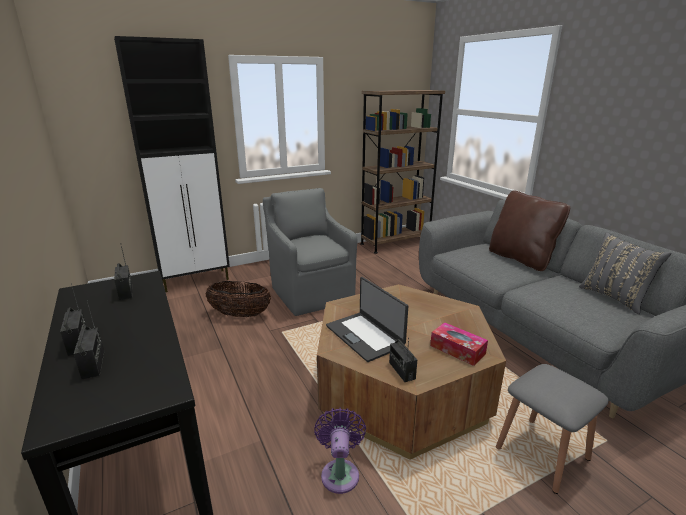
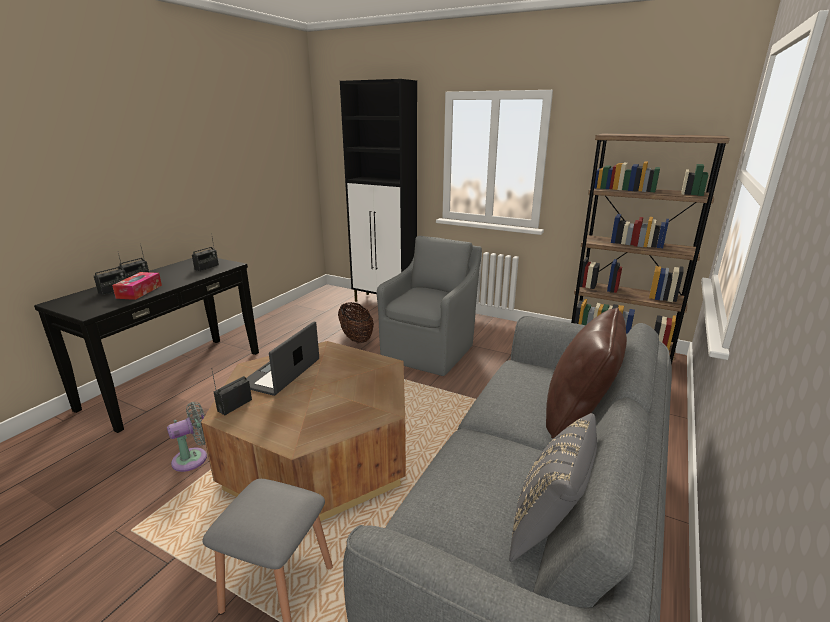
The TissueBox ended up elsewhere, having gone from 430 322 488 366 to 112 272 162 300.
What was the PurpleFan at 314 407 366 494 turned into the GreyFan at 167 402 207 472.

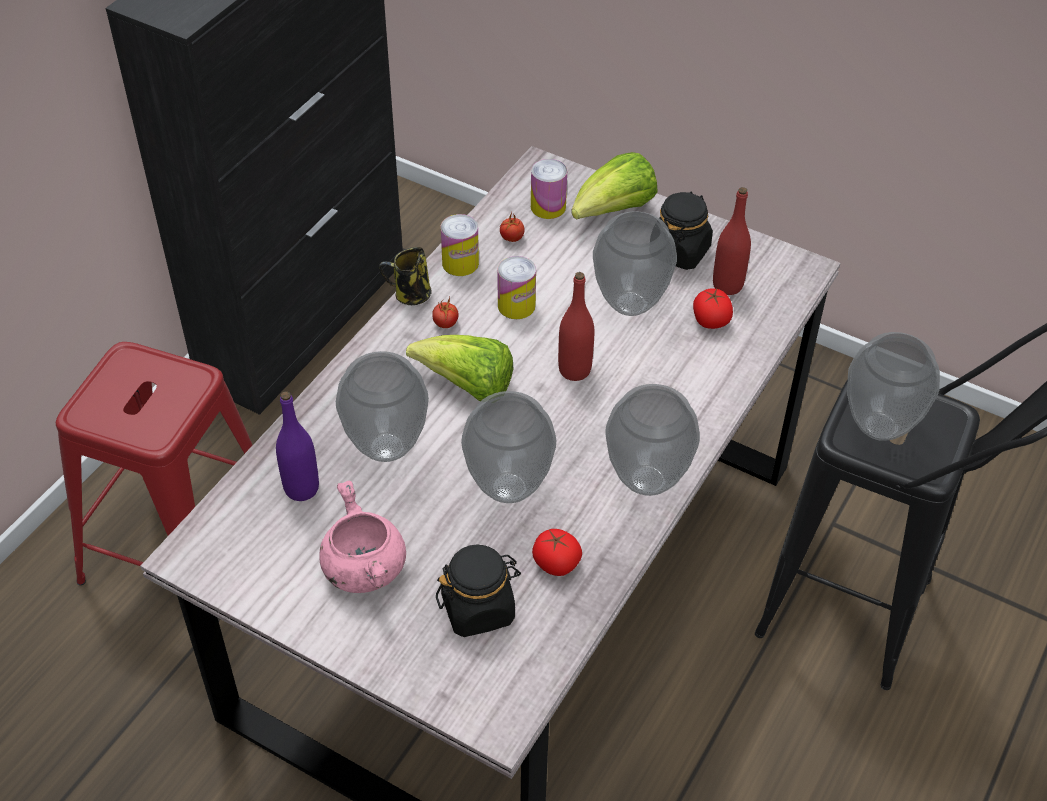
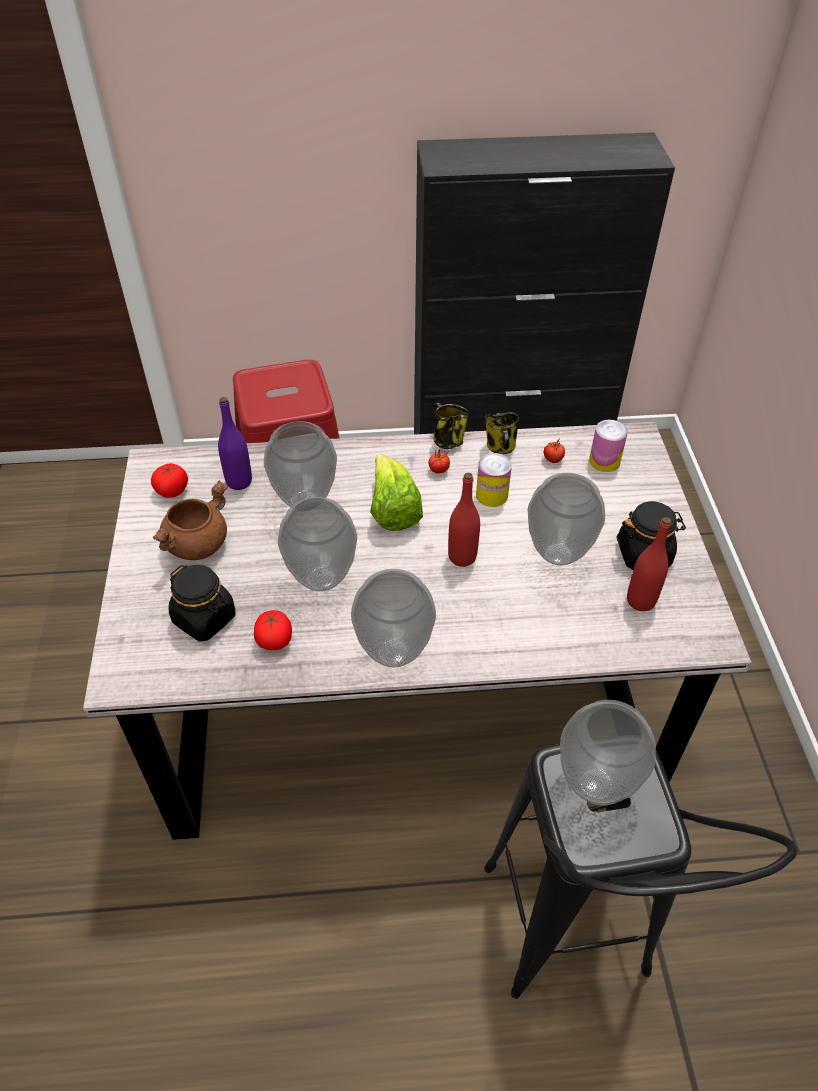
The second view lost the Lettuce at 571 152 658 220.
The Tomato ended up elsewhere, having gone from 693 288 733 329 to 151 463 188 498.
Where the Can stood at 441 214 479 276, the Mug came to stand at 485 412 519 454.
What was the PinkCookingPot at 319 481 406 593 turned into the BrownCookingPot at 153 481 228 560.

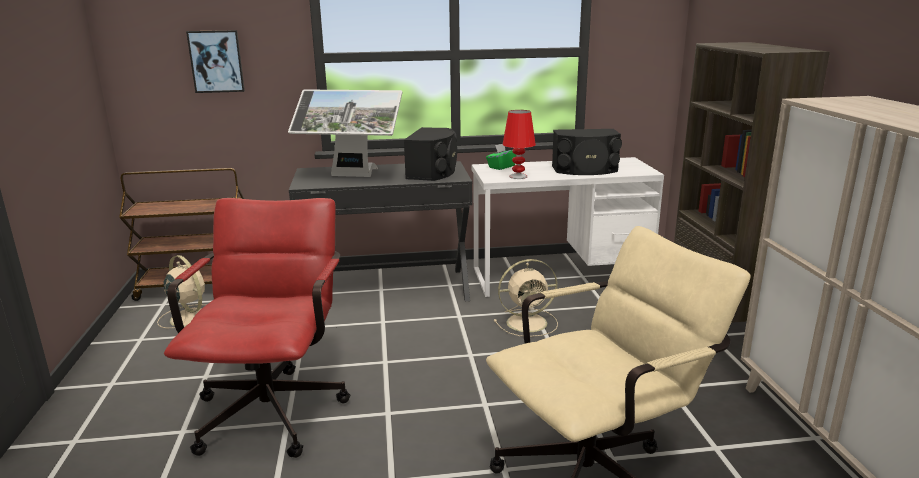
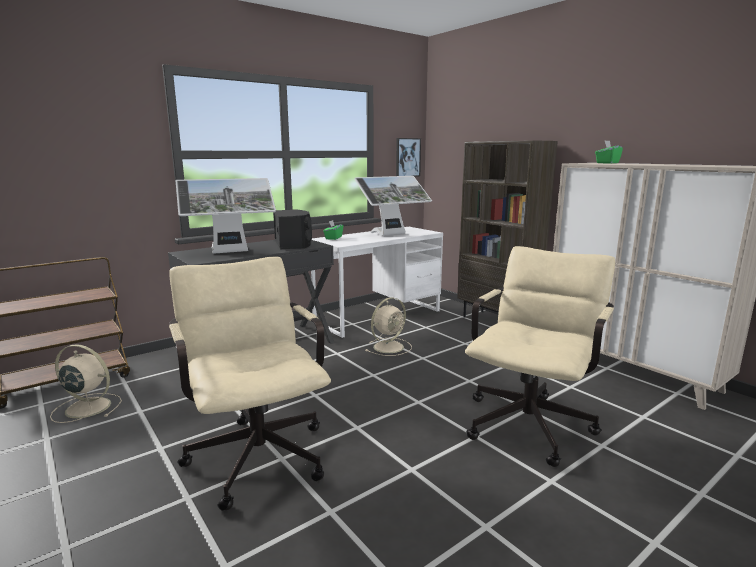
The second view lost the RedTableLamp at 503 110 536 179.
The second view gained the GreenTissueBox at 595 140 623 164.
The Picture ended up elsewhere, having gone from 186 30 245 93 to 396 138 421 177.
Where the BlackSpeaker stood at 552 129 622 175, the Monitor came to stand at 354 176 432 236.
What was the RedOfficeChair at 164 198 350 458 turned into the BeigeOfficeChair at 169 257 331 511.

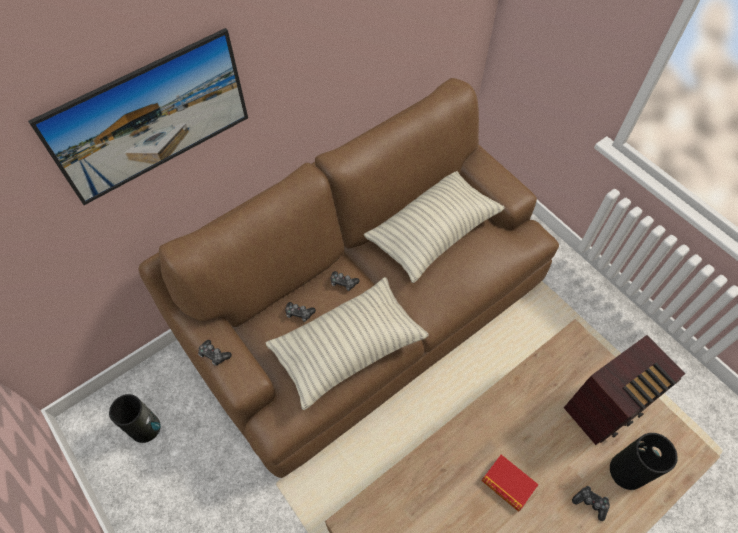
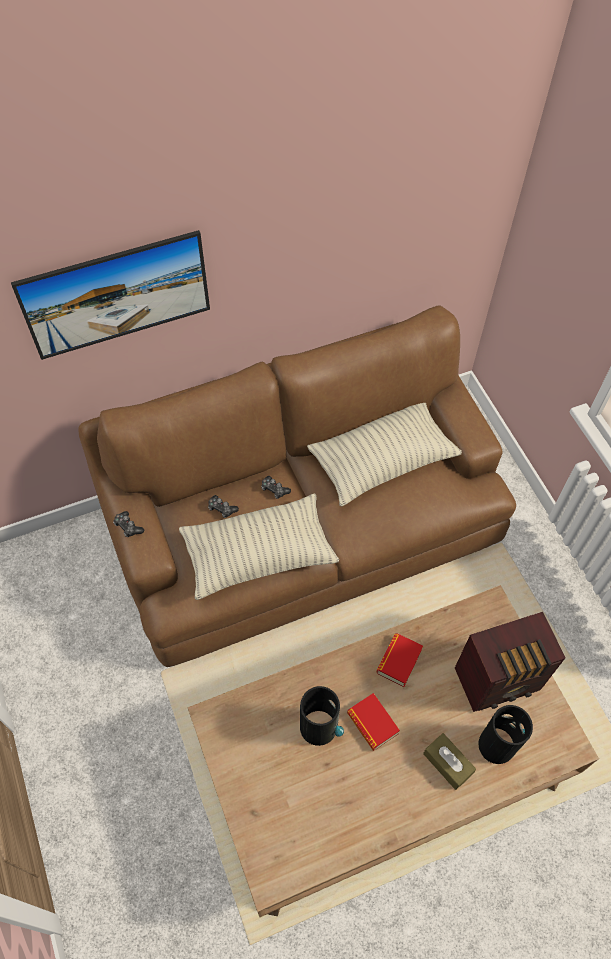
The second view gained the Book at 376 633 423 687.
The Vase ended up elsewhere, having gone from 109 394 161 443 to 300 686 344 746.
Where the GameController stood at 572 486 610 521, the BrownTissueBox came to stand at 423 733 476 790.

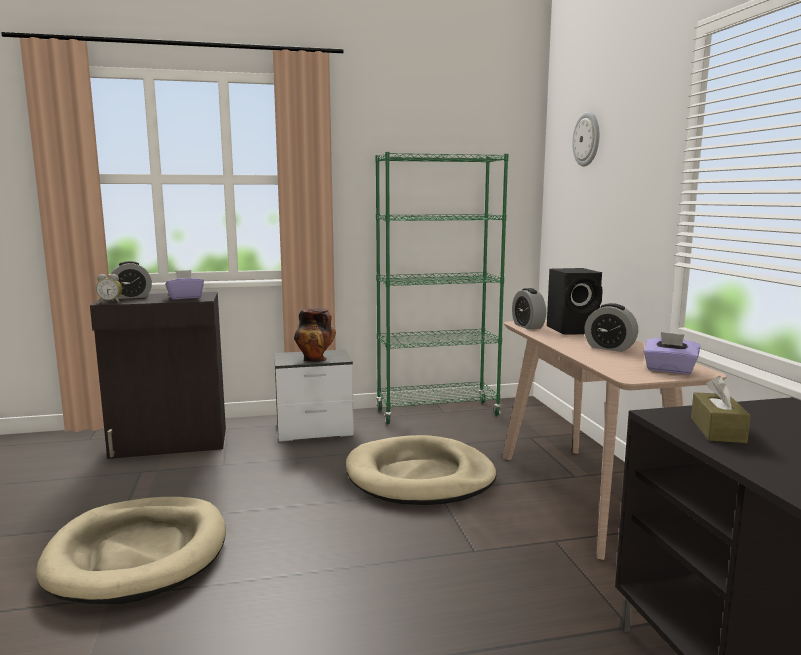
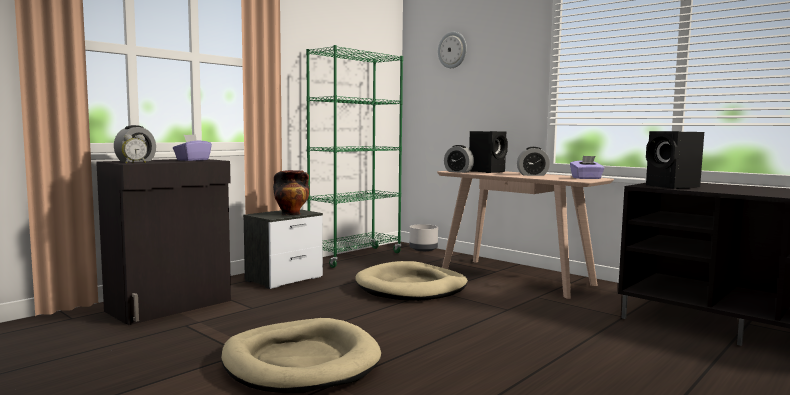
The second view gained the GreyPlanter at 409 224 438 251.
Where the BrownTissueBox stood at 691 376 751 443, the BlackSpeaker came to stand at 646 131 704 189.

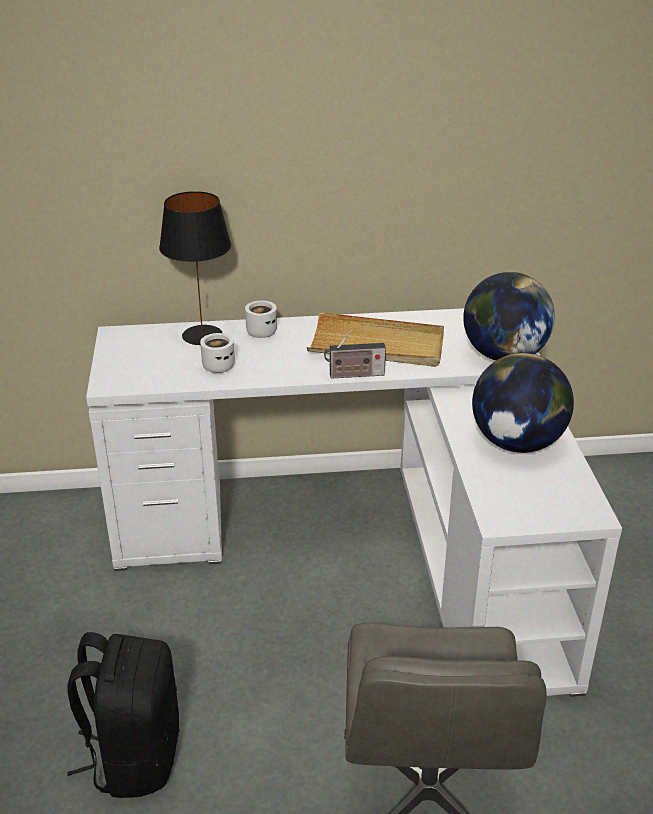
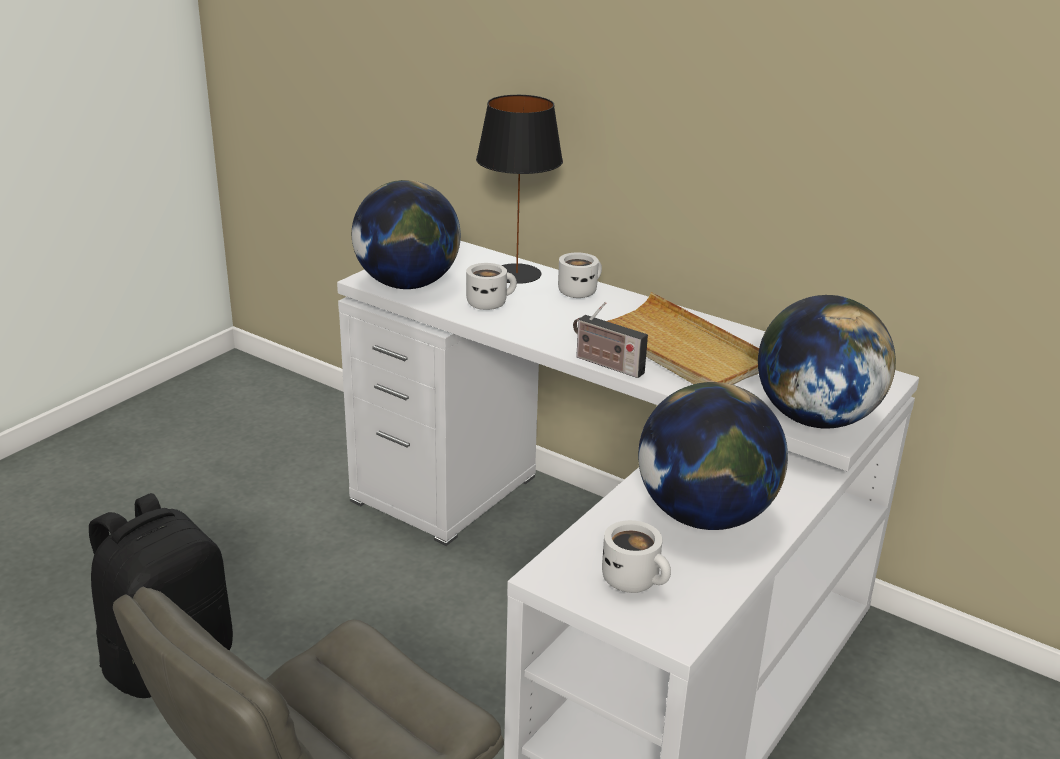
The second view gained the Globe at 352 180 461 289.
The second view gained the WhiteMug at 602 520 671 593.

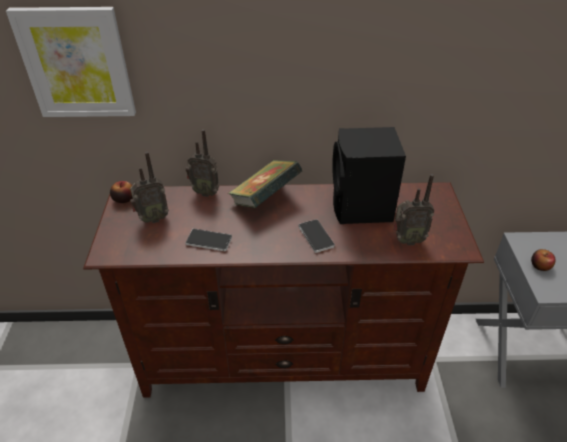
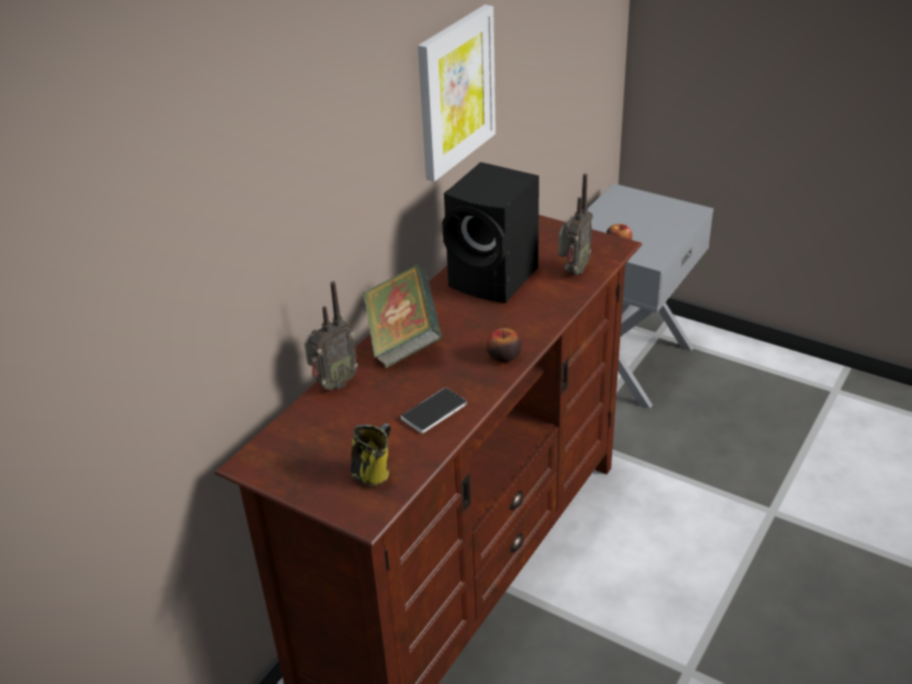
The second view lost the Radio at 130 152 169 223.
The second view lost the Phone at 298 219 335 253.
The second view gained the Mug at 350 423 391 487.
The Picture ended up elsewhere, having gone from 6 7 136 117 to 418 5 496 182.
The Apple ended up elsewhere, having gone from 110 181 133 203 to 486 328 521 363.

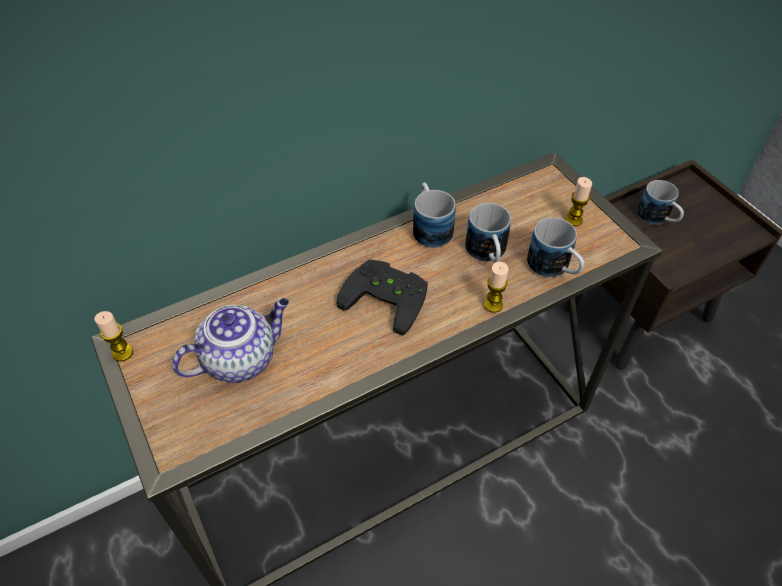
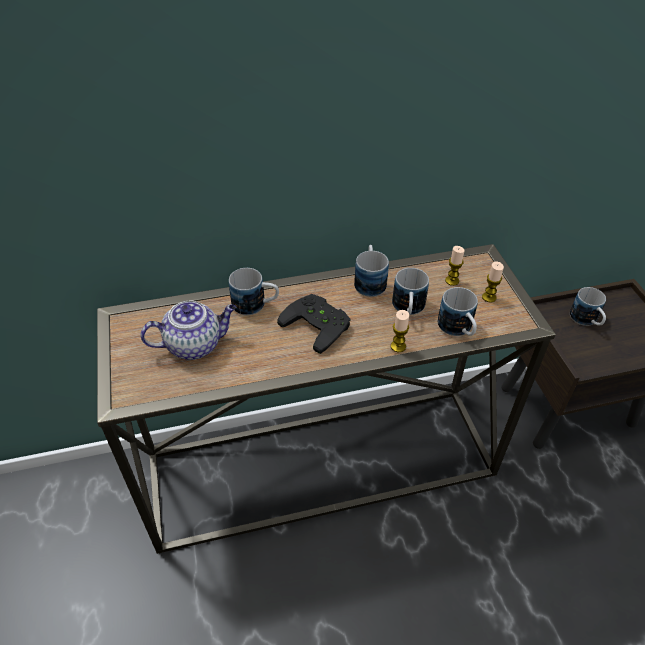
The second view gained the Mug at 229 268 279 315.
The Candle ended up elsewhere, having gone from 94 311 133 362 to 445 246 465 286.

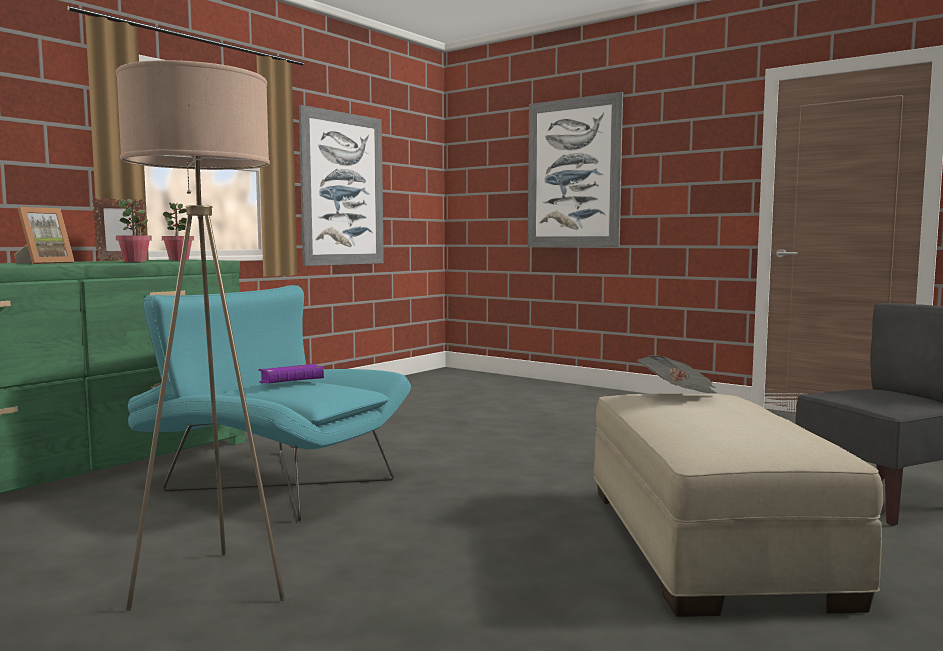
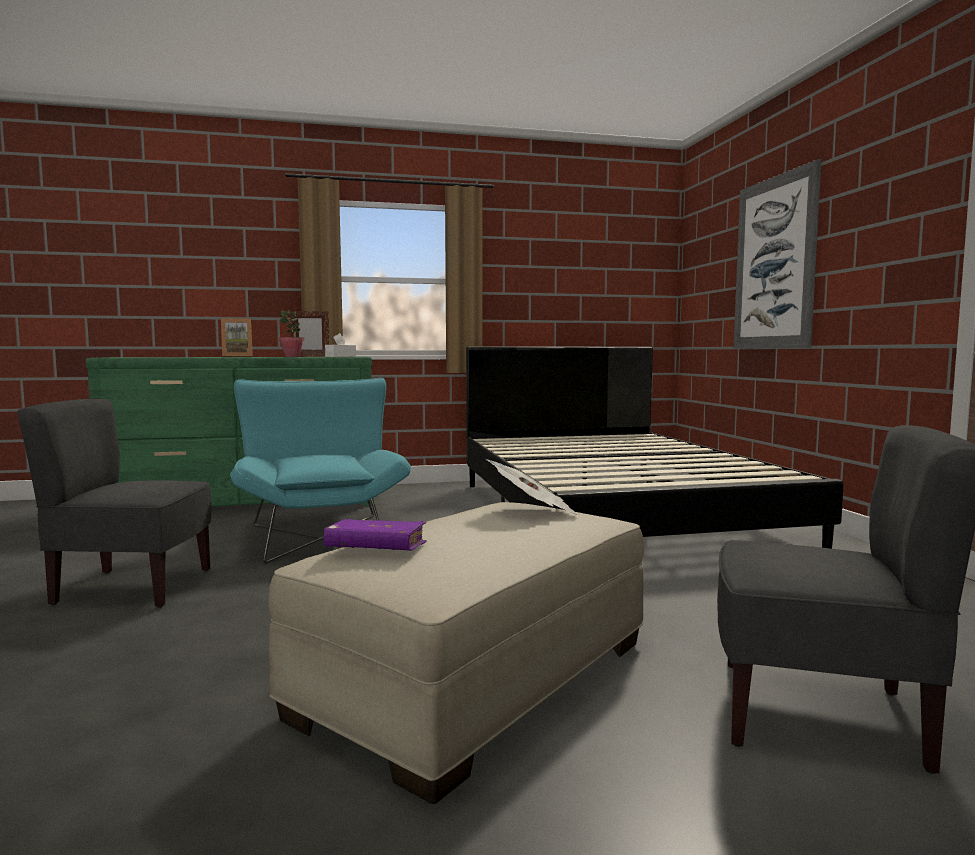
The second view lost the Picture at 299 105 384 266.
The second view gained the BlackBed at 466 346 844 549.
The PurpleBook ended up elsewhere, having gone from 258 364 324 383 to 324 519 427 551.
Where the BeigeFloorLamp stood at 116 60 285 611, the GreyChair came to stand at 18 399 211 608.
Where the PottedPlant stood at 162 203 194 261, the WhiteTissueBox came to stand at 325 333 356 357.

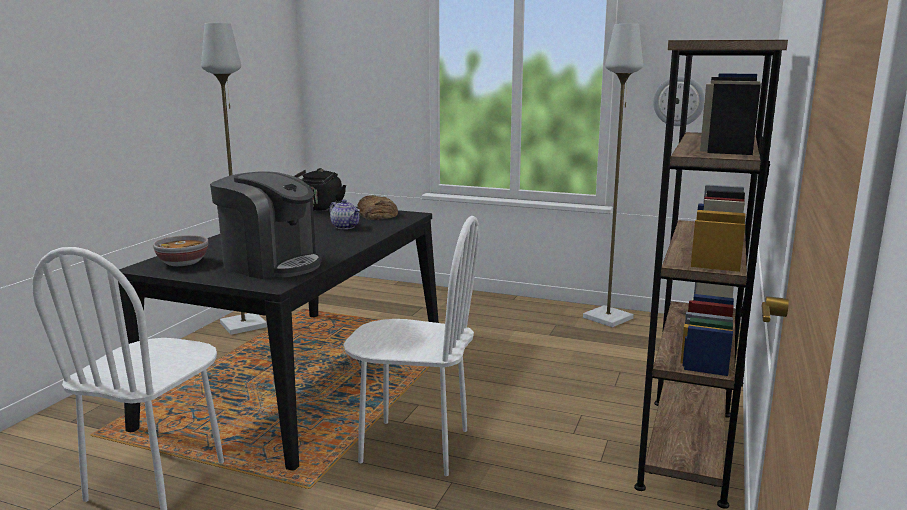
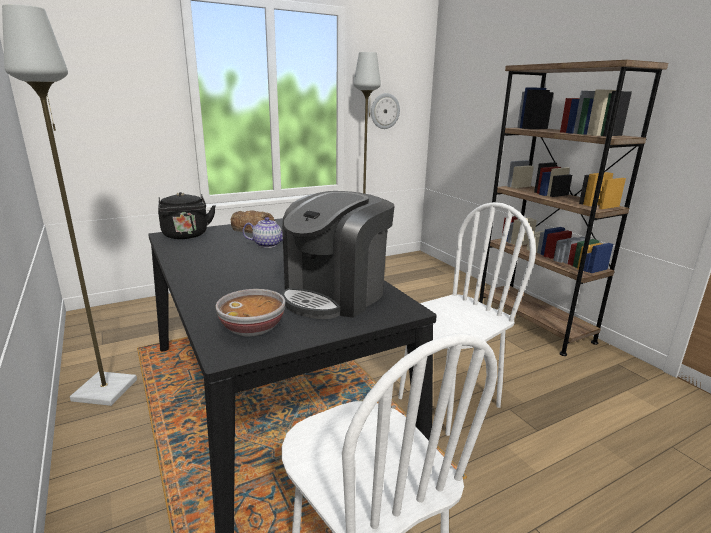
The CoffeeMachine at 210 171 322 279 ended up facing another way, 150 degrees clockwise from before.

